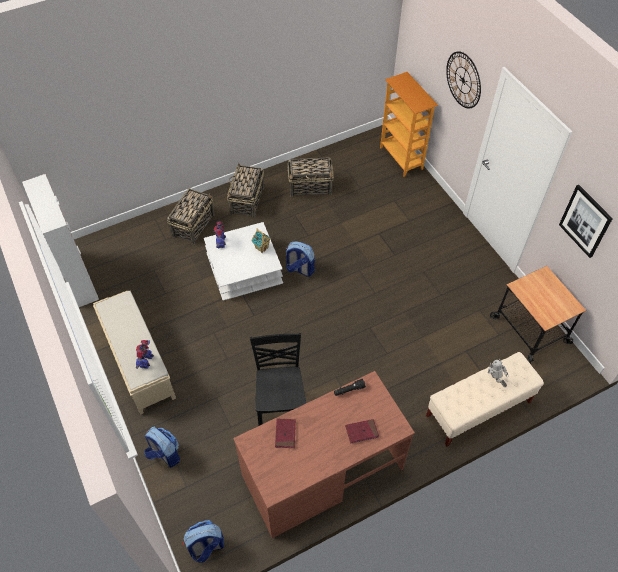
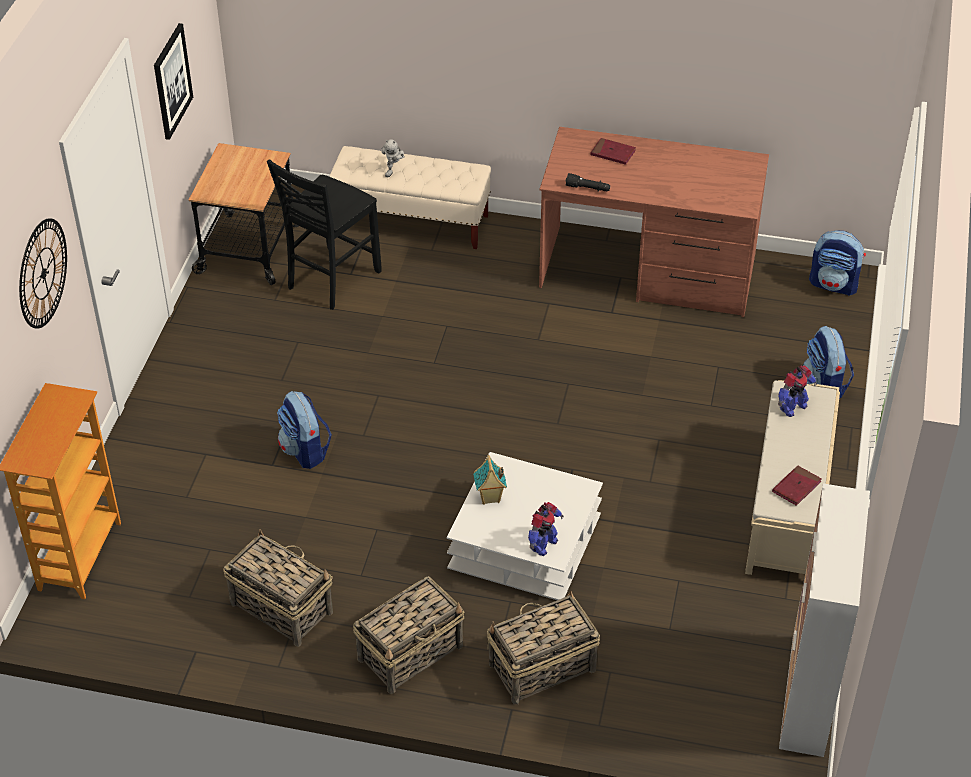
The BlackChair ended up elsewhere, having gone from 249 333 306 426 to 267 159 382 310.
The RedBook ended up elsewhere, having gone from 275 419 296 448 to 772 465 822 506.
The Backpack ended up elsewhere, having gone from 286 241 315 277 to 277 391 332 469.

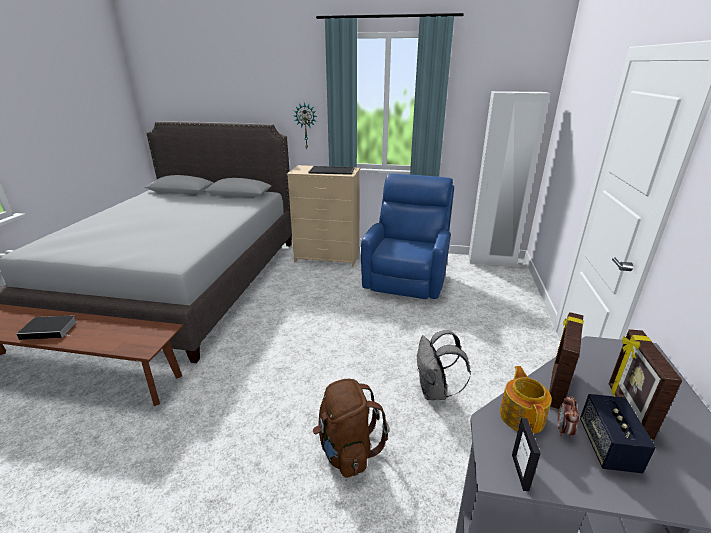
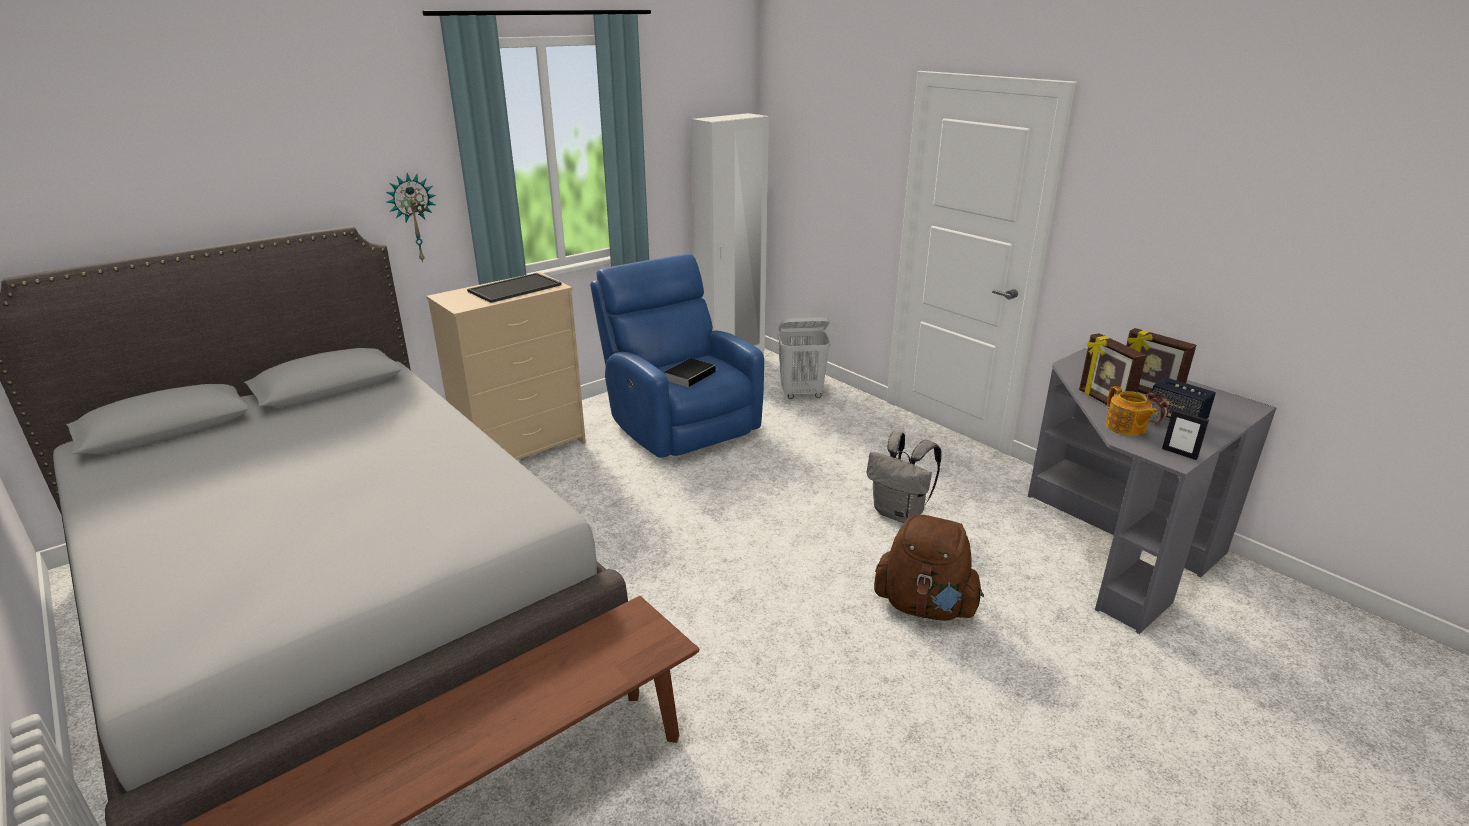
The second view gained the WhiteLaundryBasket at 777 317 831 399.
The Book ended up elsewhere, having gone from 17 315 77 340 to 664 358 715 387.
The Teapot at 500 366 552 434 ended up facing another way, 150 degrees counterclockwise from before.

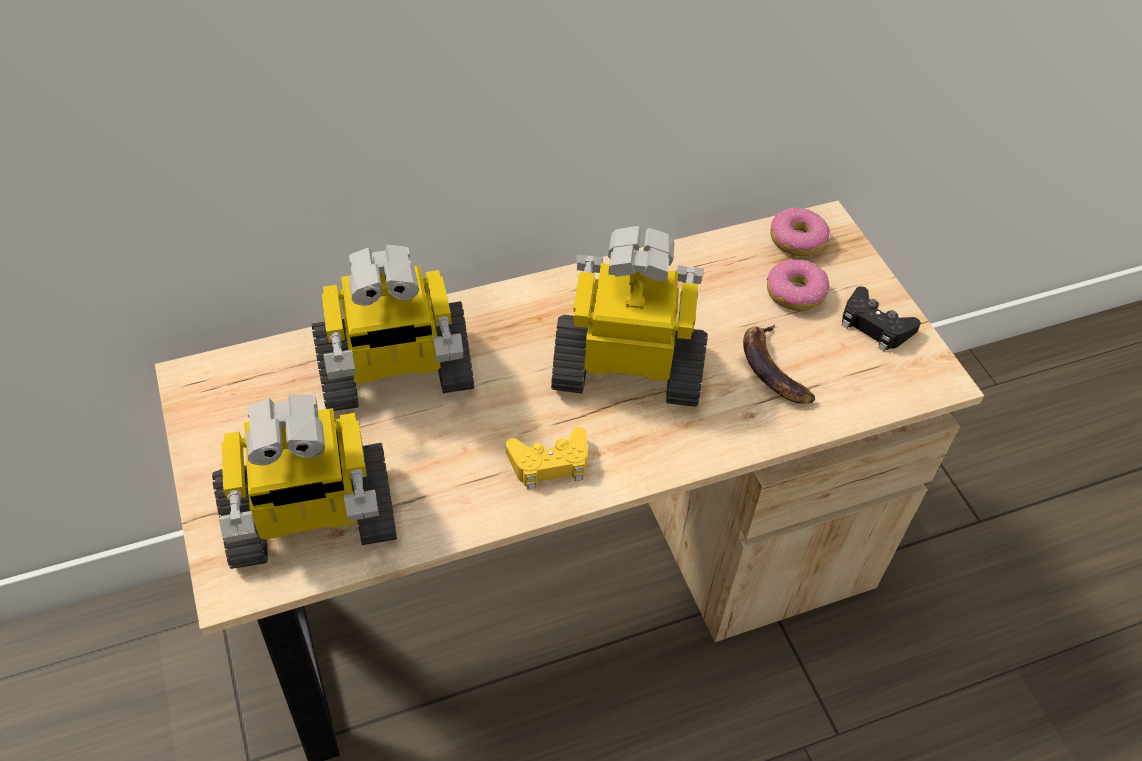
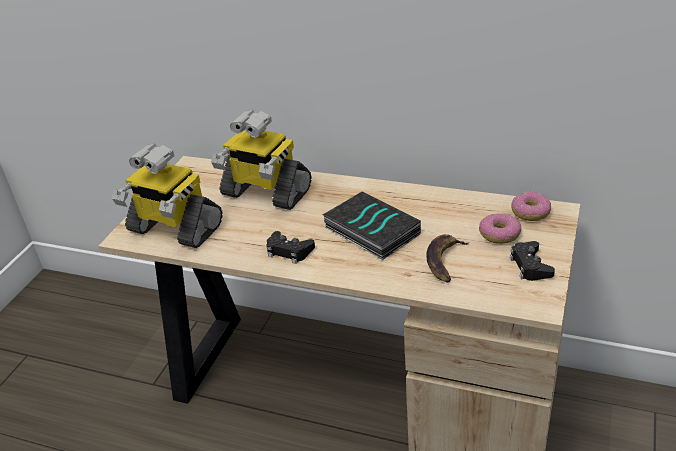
Where the ToyRobot stood at 551 226 708 407, the Book came to stand at 322 191 421 260.
What was the YellowGameController at 506 427 588 490 turned into the BlackGameController at 266 231 315 264.

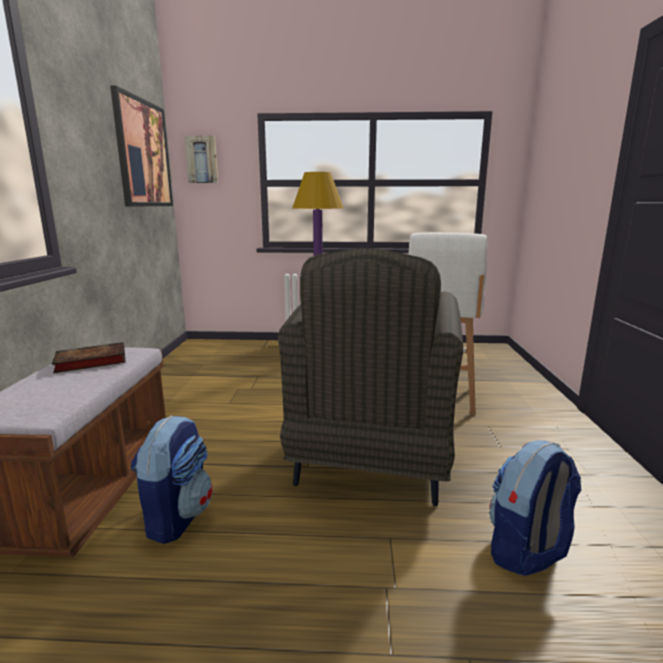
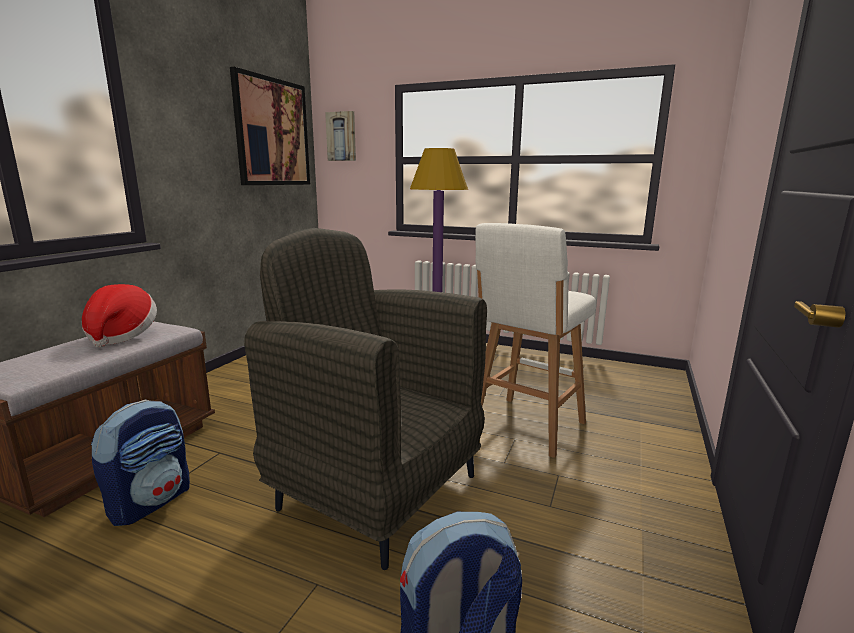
Where the Book stood at 52 342 126 373, the Hat came to stand at 82 284 157 348.
The GreyArmchair at 278 248 463 506 ended up facing another way, 90 degrees clockwise from before.

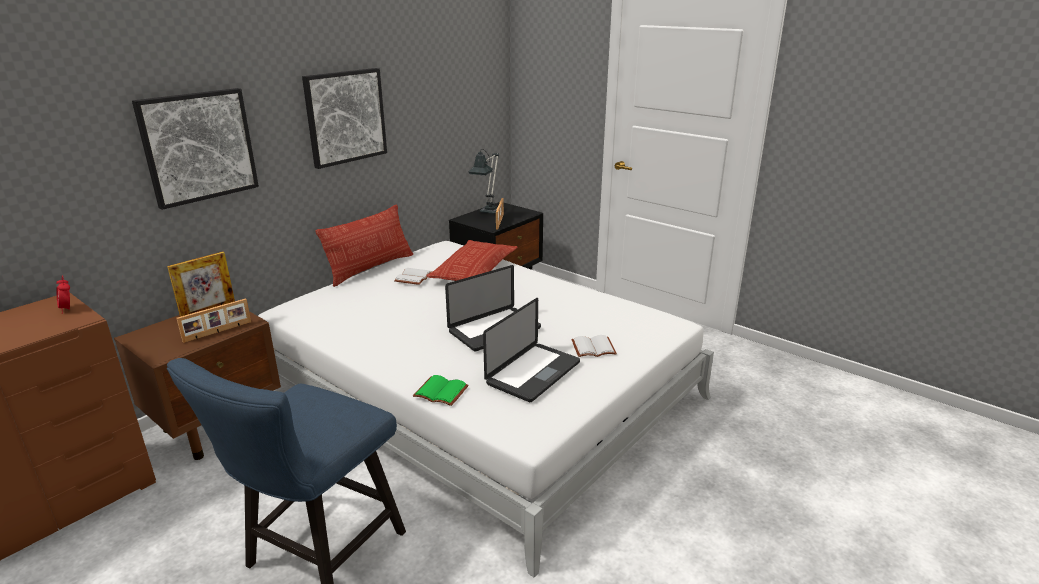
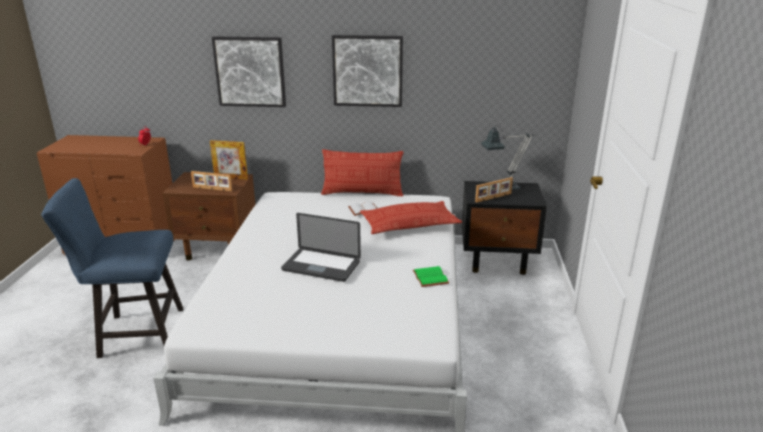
The second view lost the Laptop at 483 298 580 402.
The second view lost the WhiteBook at 571 335 617 357.
The GreenBook ended up elsewhere, having gone from 413 375 469 406 to 413 266 449 287.

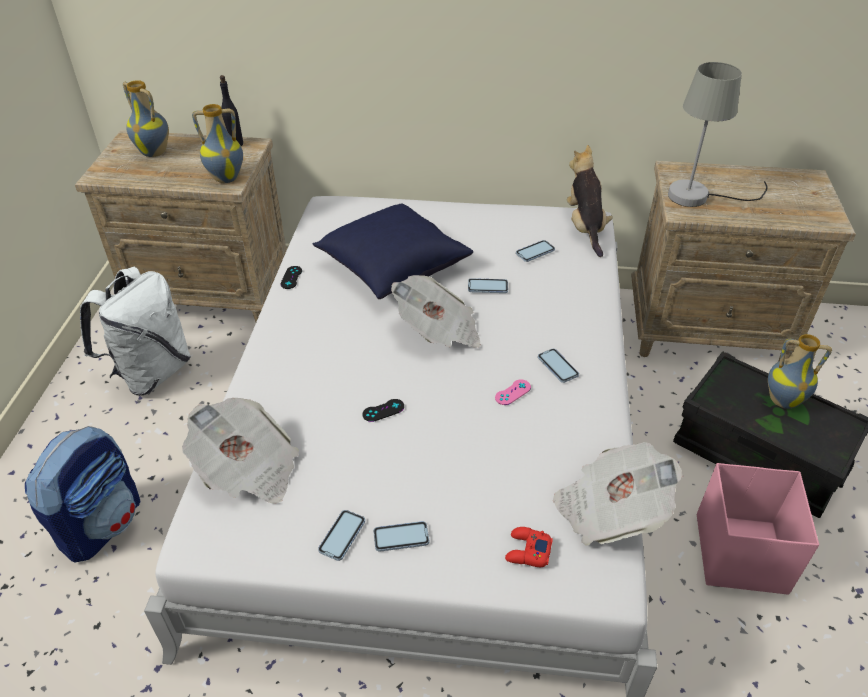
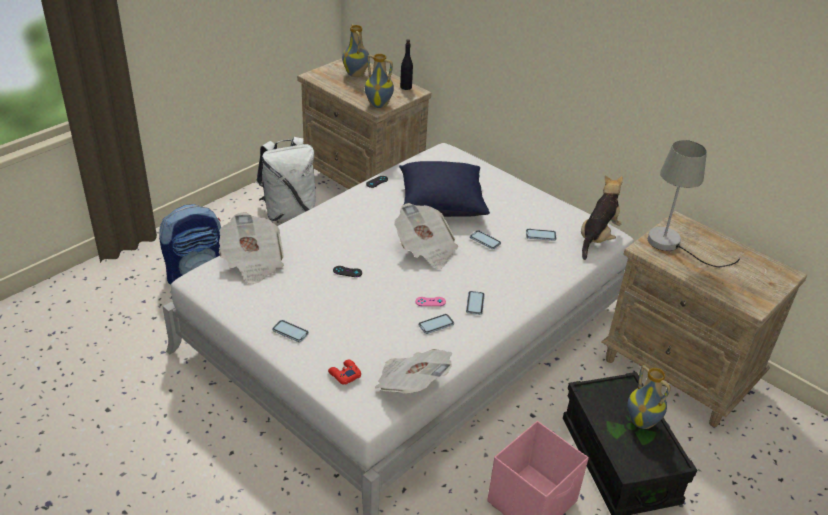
The Phone ended up elsewhere, having gone from 318 510 365 561 to 418 314 454 334.

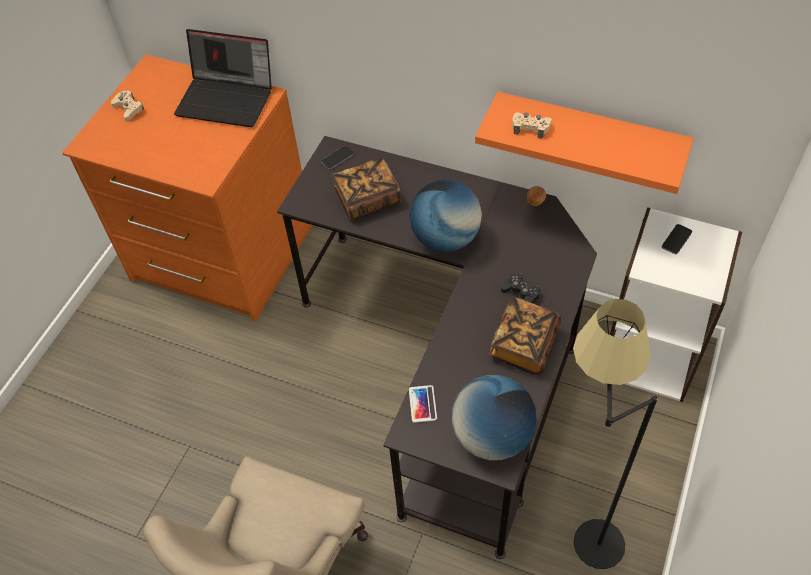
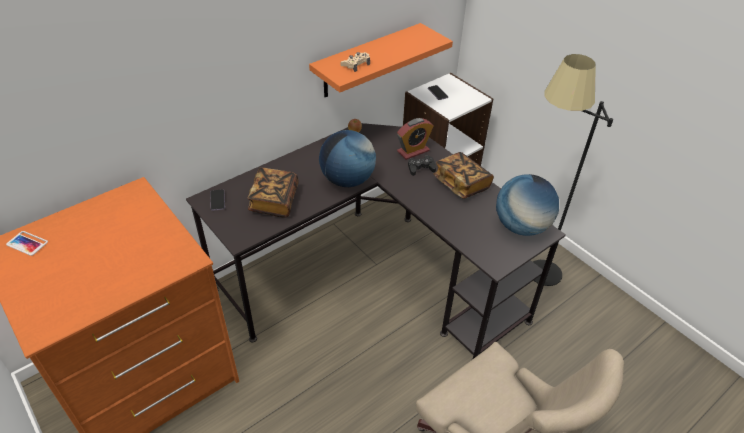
The second view lost the BeigeGameController at 111 91 144 121.
The second view lost the Laptop at 174 29 272 127.
The second view gained the AlarmClock at 397 118 434 160.
The Phone ended up elsewhere, having gone from 409 385 437 423 to 6 231 48 256.

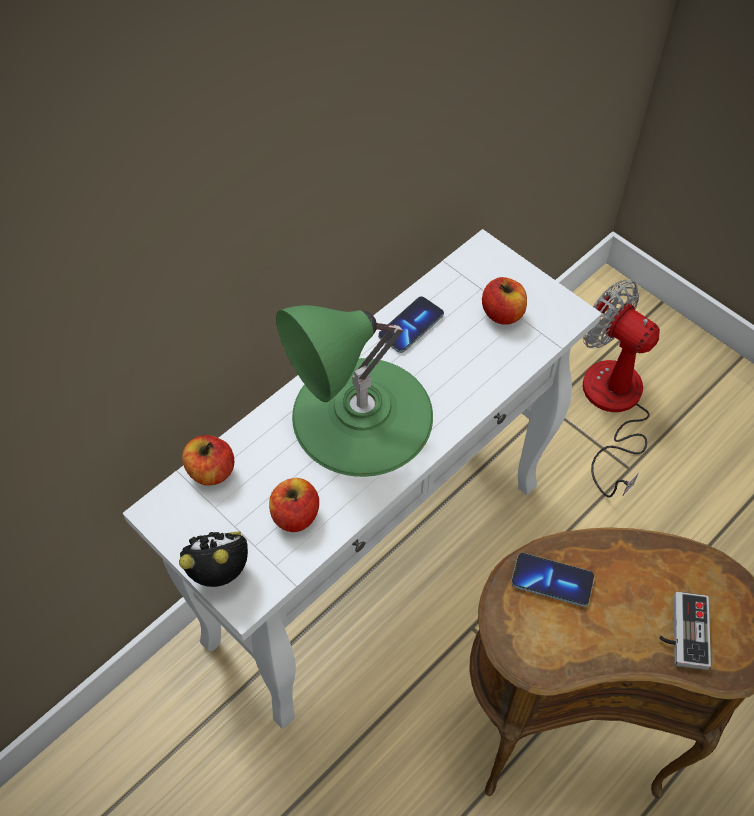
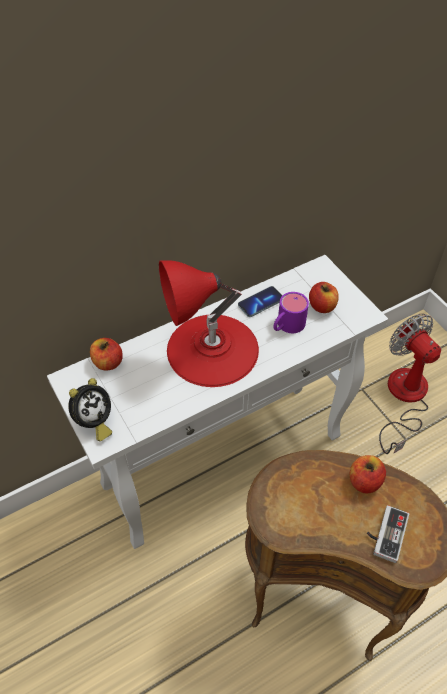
The second view lost the Phone at 511 553 594 607.
The second view gained the PurpleMug at 273 292 309 333.
The Apple ended up elsewhere, having gone from 269 478 319 532 to 350 455 386 494.
What was the GreenTableLamp at 276 305 433 477 turned into the RedTableLamp at 159 260 259 387.
The AlarmClock at 179 531 248 587 ended up facing another way, 120 degrees clockwise from before.

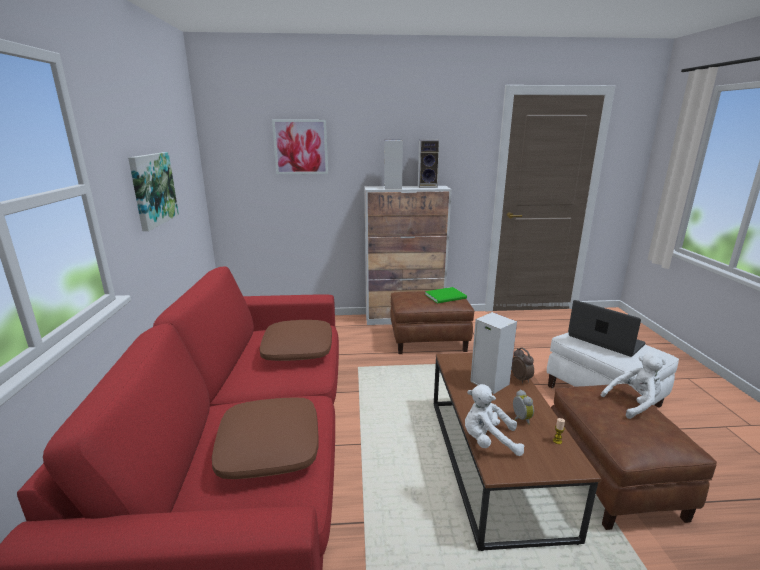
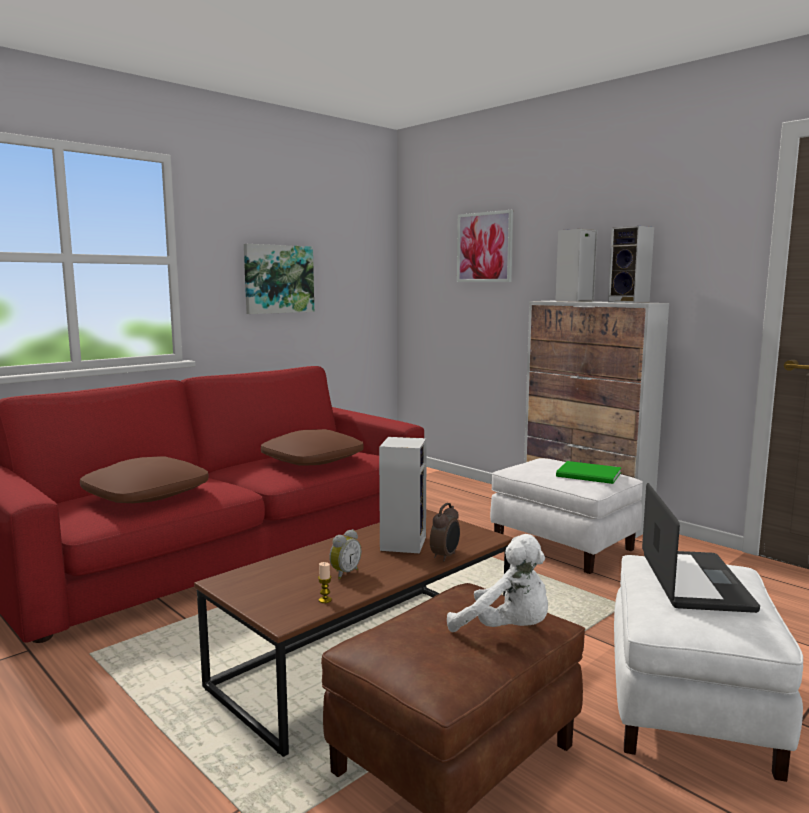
The second view lost the WhitePlushToy at 465 384 524 456.
What was the BrownOttoman at 390 291 474 354 turned into the WhiteOttoman at 490 458 643 574.

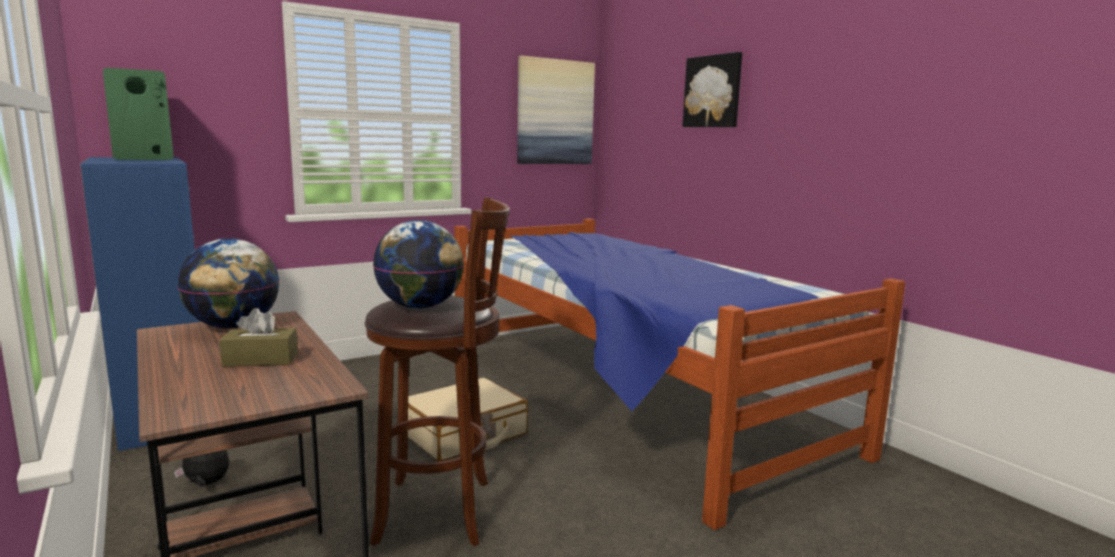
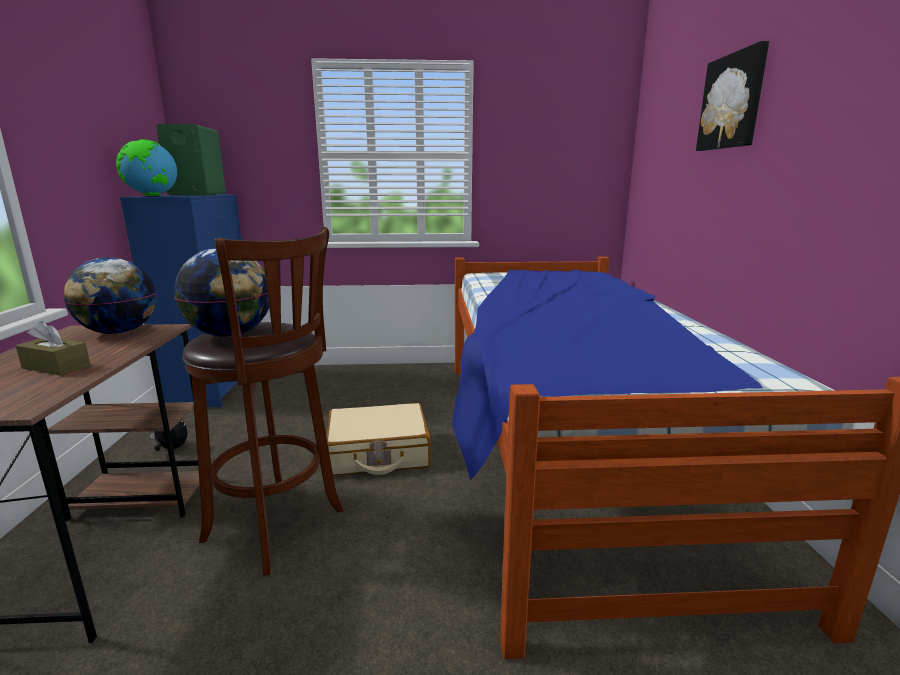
The second view lost the Picture at 517 56 595 164.
The second view gained the Globe at 116 139 177 196.

